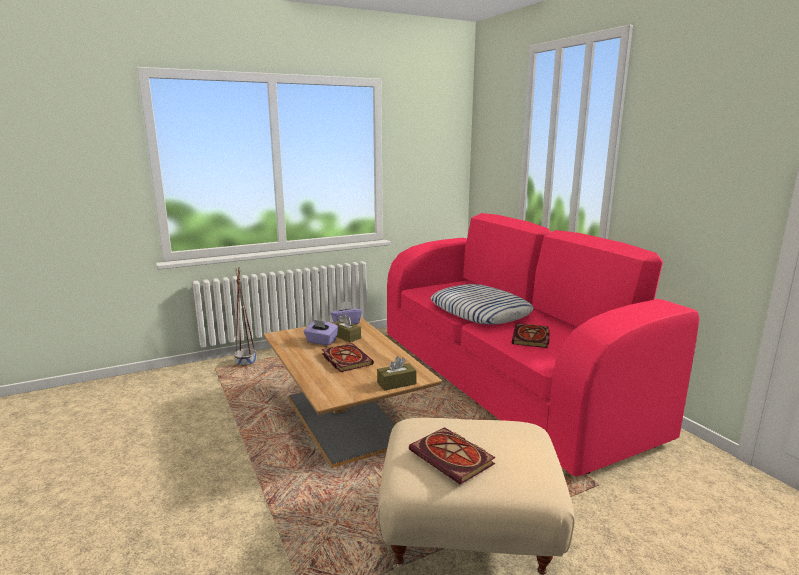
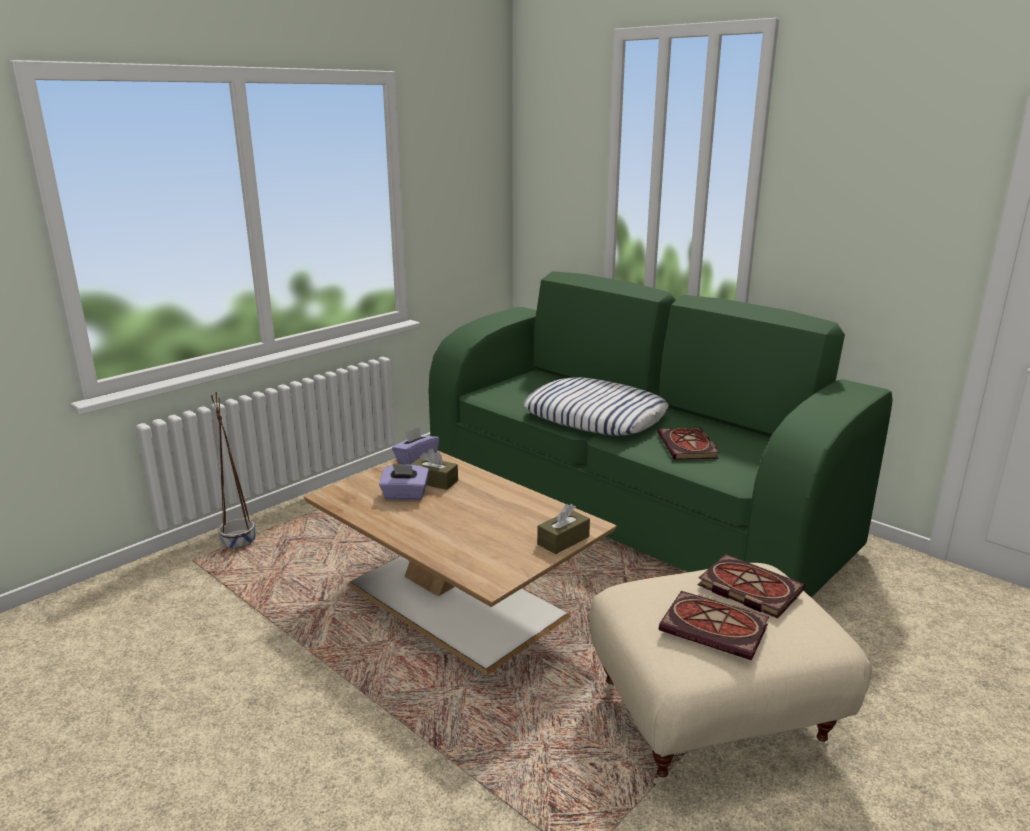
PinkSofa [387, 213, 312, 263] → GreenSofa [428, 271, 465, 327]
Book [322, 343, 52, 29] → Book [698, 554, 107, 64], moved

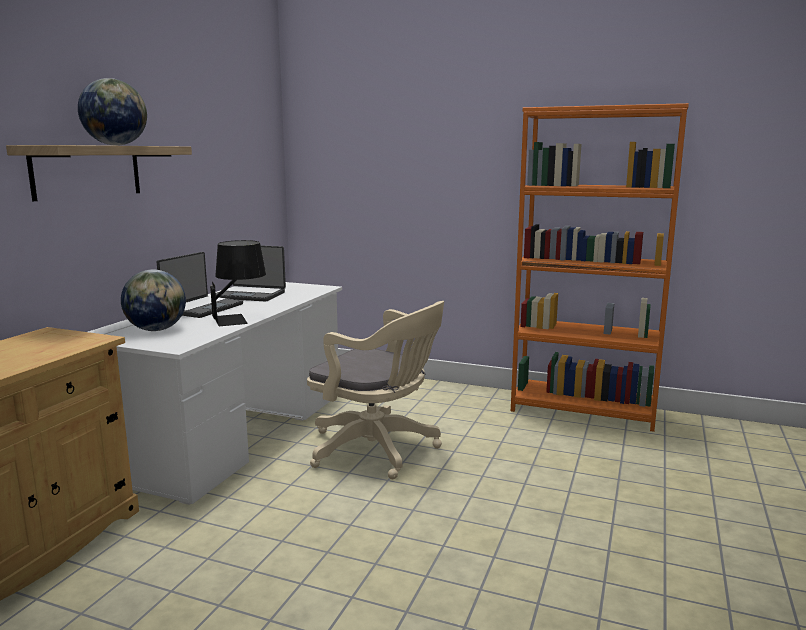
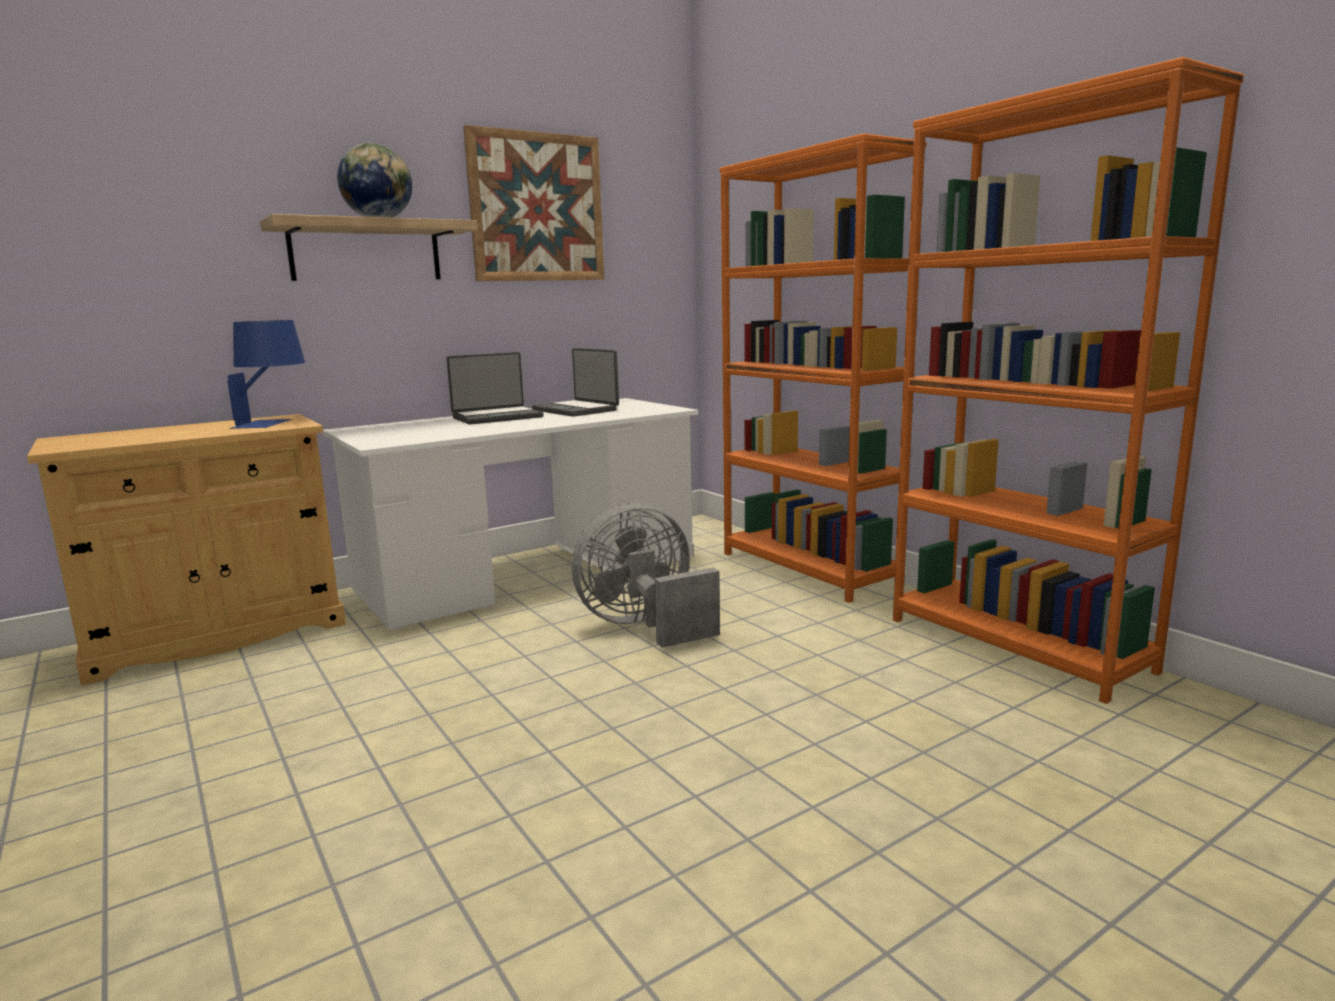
- → BlueTableLamp [227, 320, 78, 109]
- → Picture [463, 125, 142, 156]
BeigeOfficeChair [307, 301, 137, 178] → GreyFan [572, 503, 148, 145]
- → OrangeBookcase [719, 133, 208, 470]
Globe [121, 269, 65, 62] → -
BlackTableLamp [210, 240, 56, 86] → -

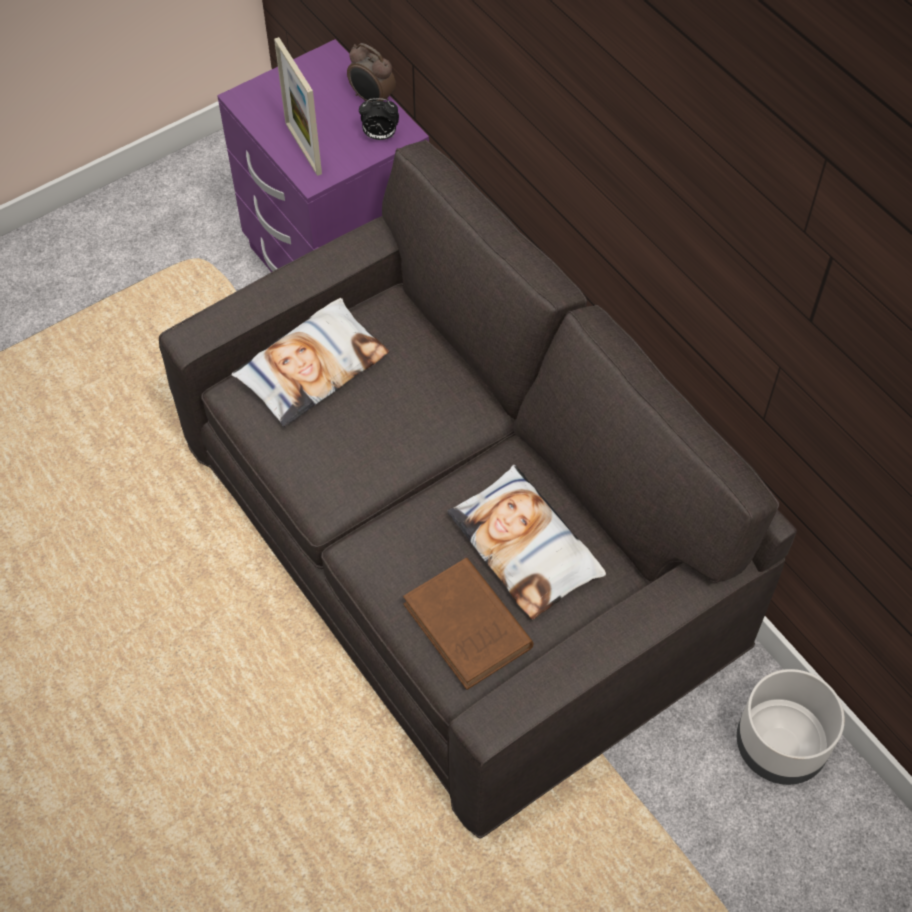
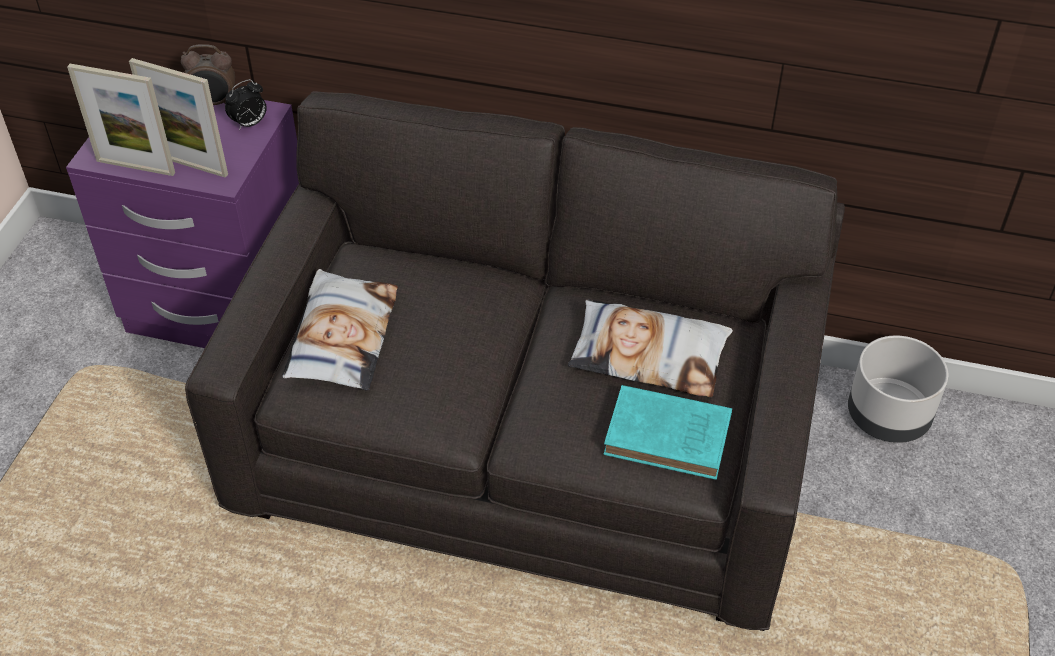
- → PictureFrame [67, 64, 108, 112]
BrownBook [403, 558, 131, 132] → TurquoiseBook [603, 385, 129, 95]

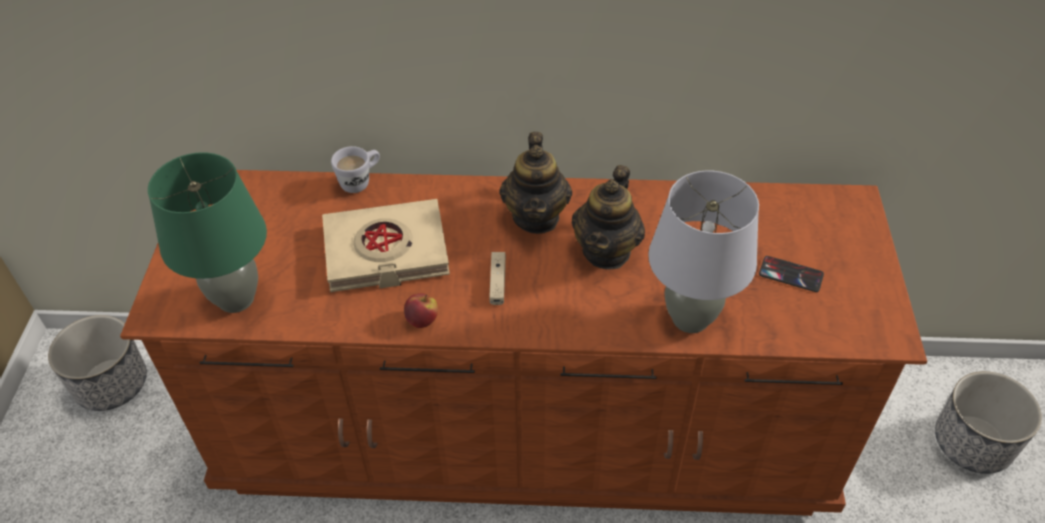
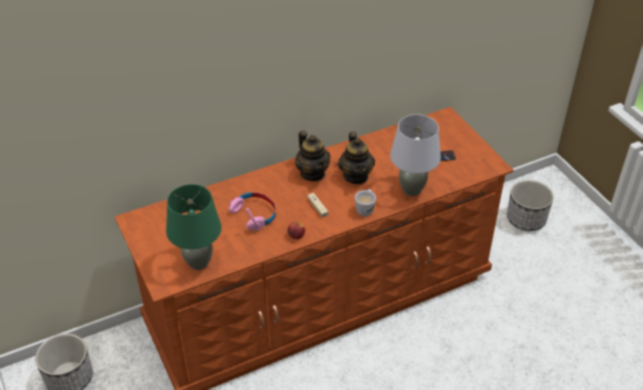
BeigeBook [322, 199, 128, 93] → PinkHeadphones [229, 192, 47, 39]
WhiteMug [331, 146, 49, 47] → WhiteMug [355, 189, 21, 27], moved

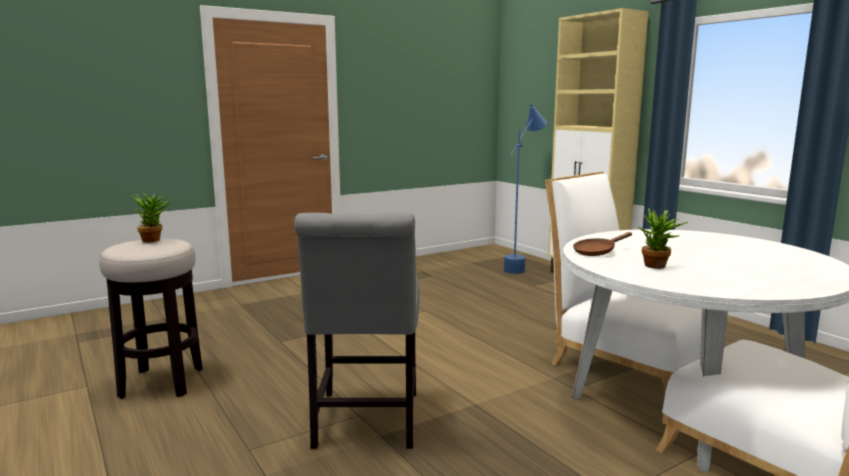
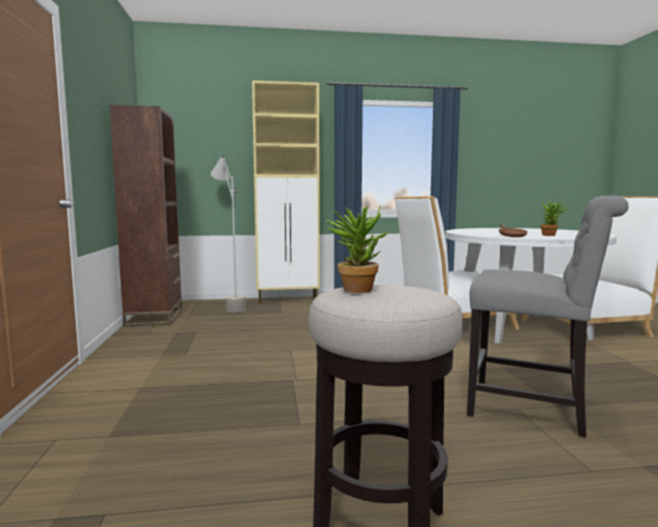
- → BrownBookcase [109, 105, 73, 222]
BlueFloorLamp [504, 104, 43, 170] → GreyFloorLamp [211, 155, 35, 158]

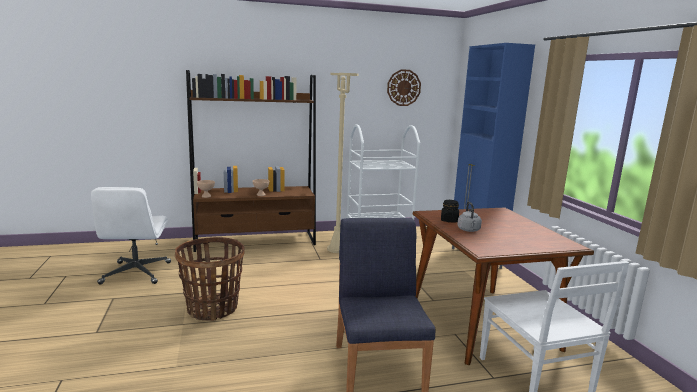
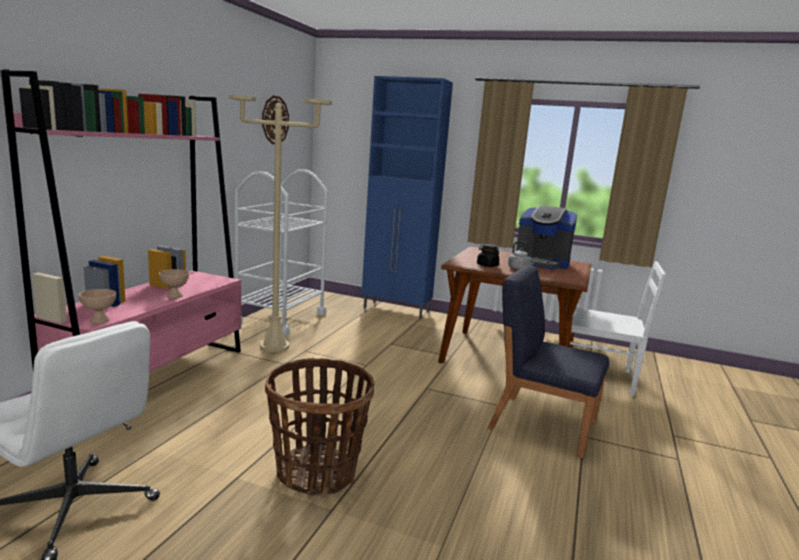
BrownBookcase [186, 70, 130, 182] → PinkBookcase [1, 69, 240, 303]
- → CoffeeMachine [516, 206, 61, 63]

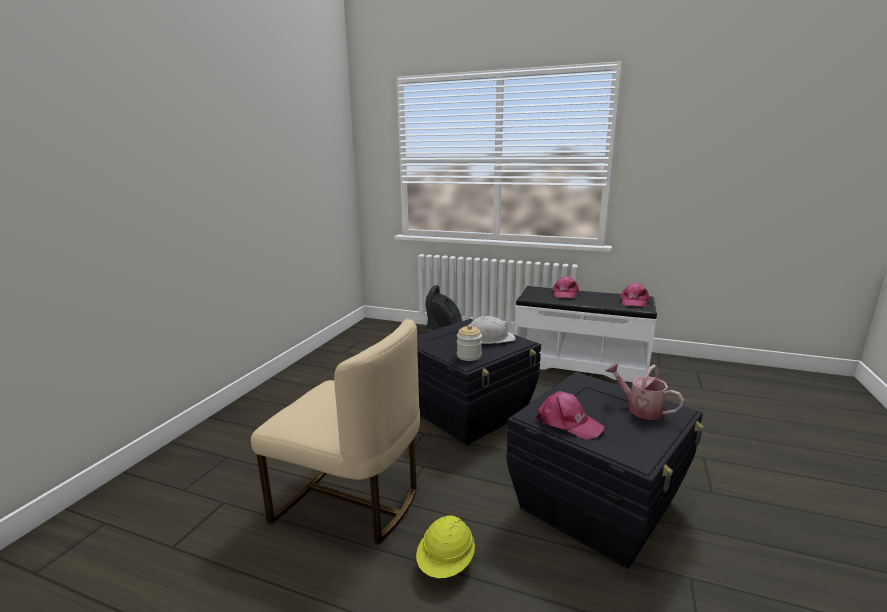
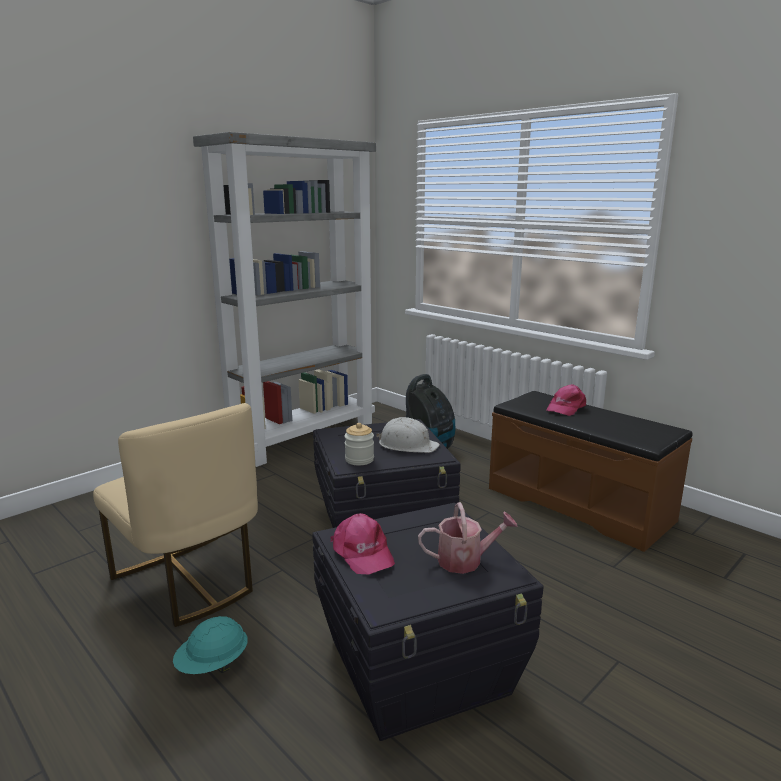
YellowHardHat [416, 515, 59, 63] → TurquoiseHardHat [173, 616, 74, 58]
- → GreyBookcase [193, 132, 183, 335]
WateringCan [606, 363, 78, 57] → WateringCan [418, 502, 100, 72], 105 degrees clockwise
WhiteBench [515, 286, 142, 96] → BrownBench [489, 391, 204, 161]
PinkCap [620, 283, 30, 25] → -

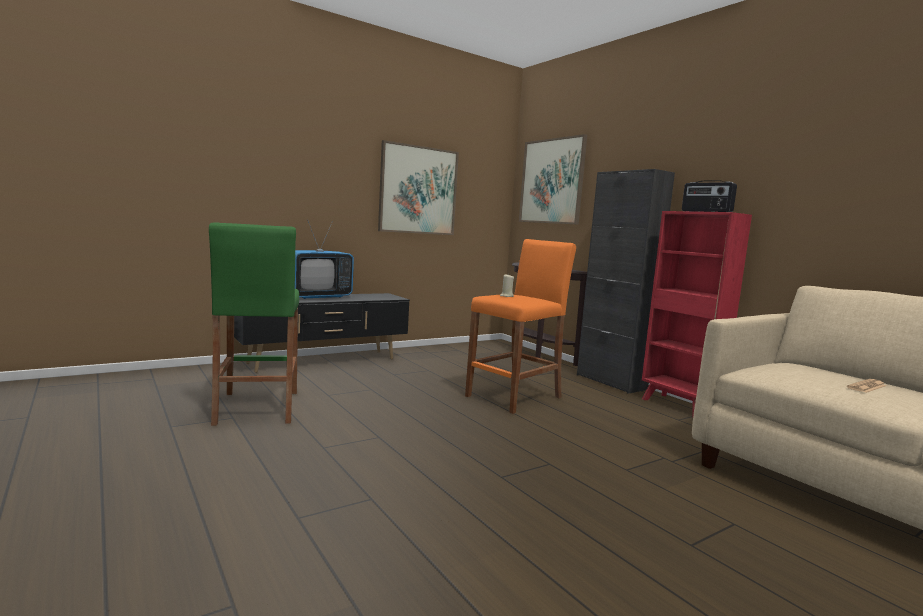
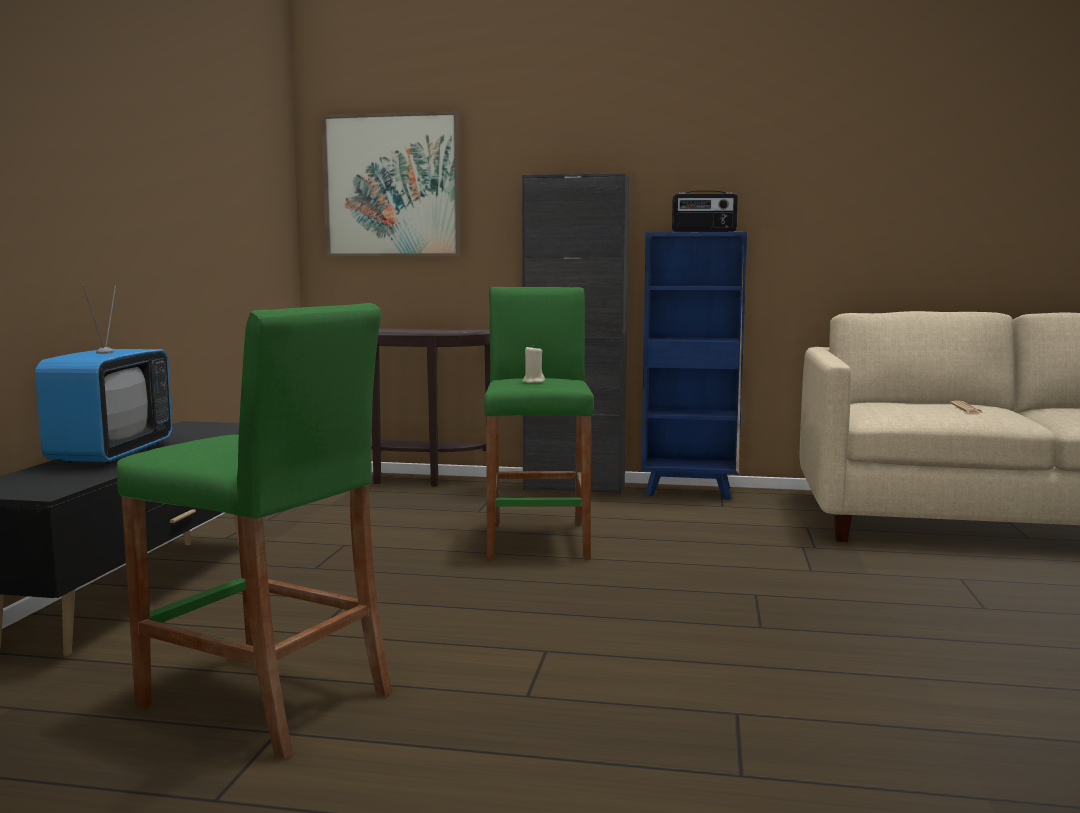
OrangeStool [465, 239, 111, 175] → GreenStool [484, 287, 110, 273]
RedBookcase [642, 211, 110, 206] → BlueBookcase [642, 232, 105, 268]
Picture [378, 140, 81, 95] → -

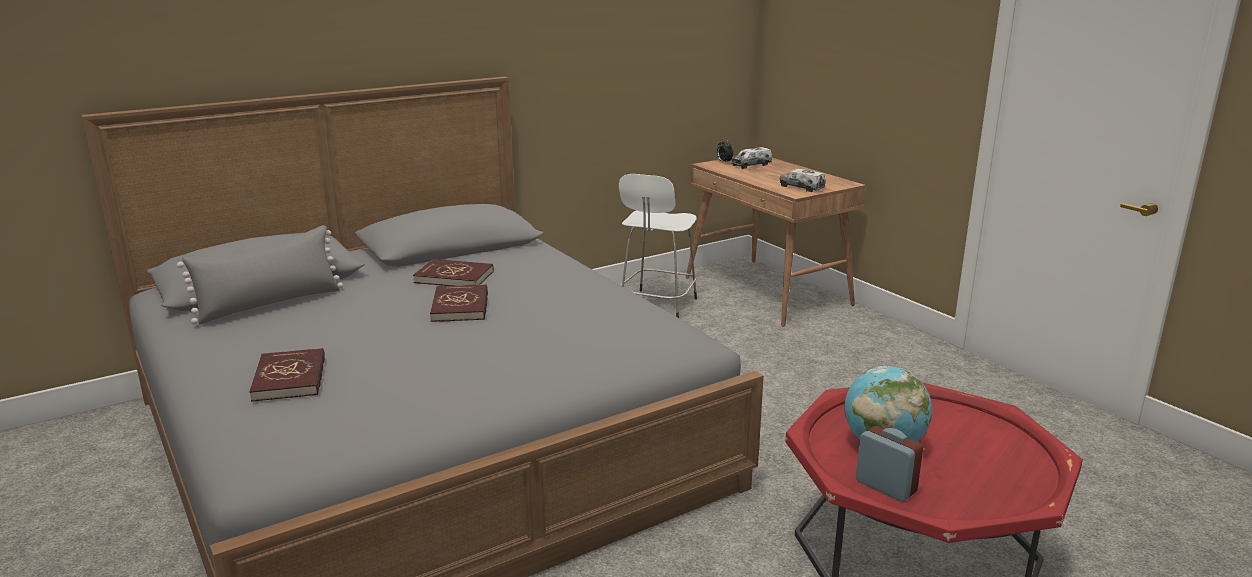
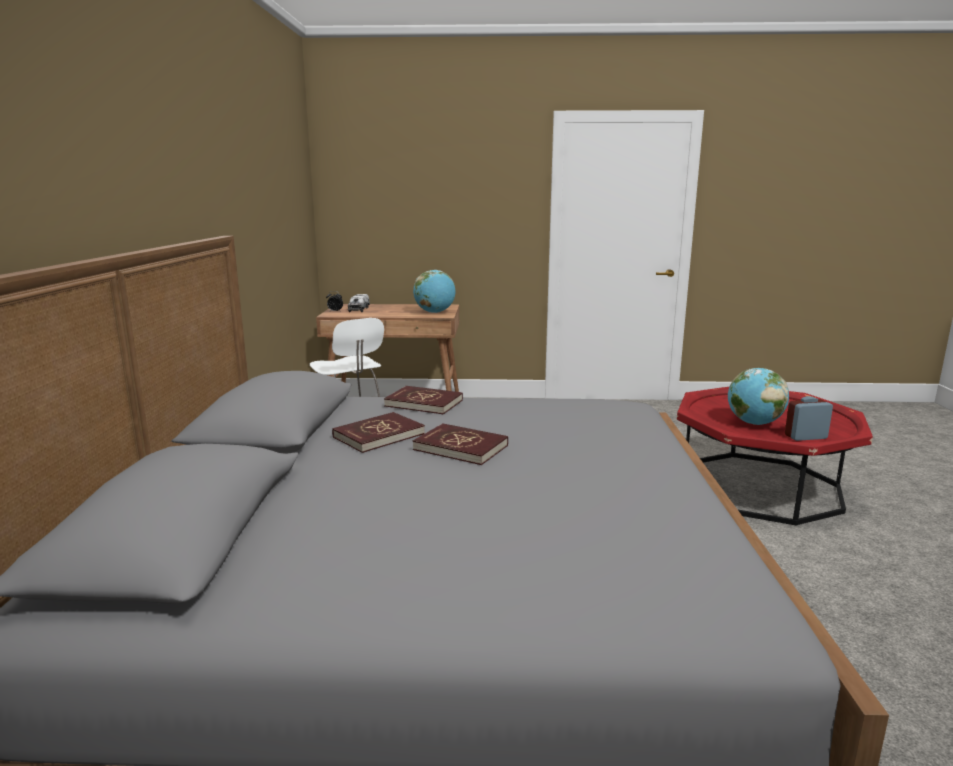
RedBook [249, 348, 76, 54] → RedBook [384, 386, 79, 28], moved
ToyTruck [780, 169, 46, 23] → Globe [413, 270, 42, 43]
GreyPillow [177, 225, 166, 99] → -

